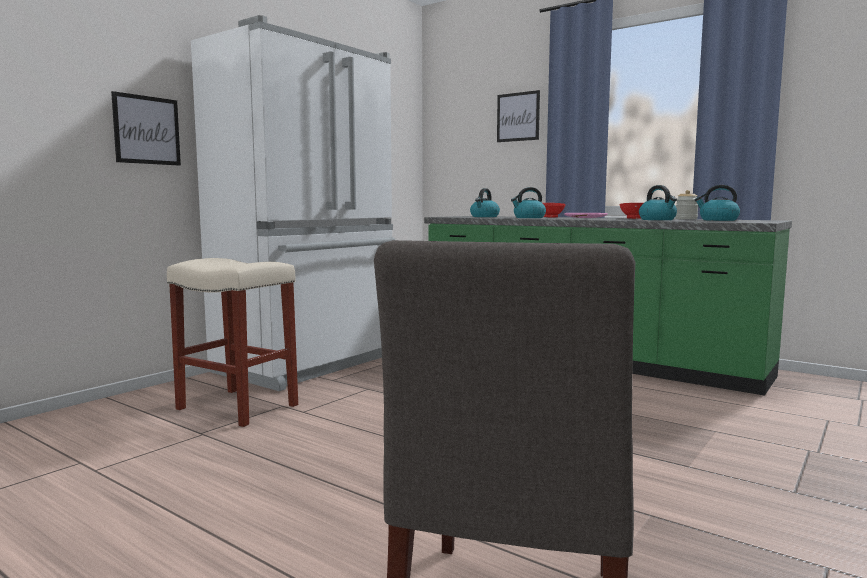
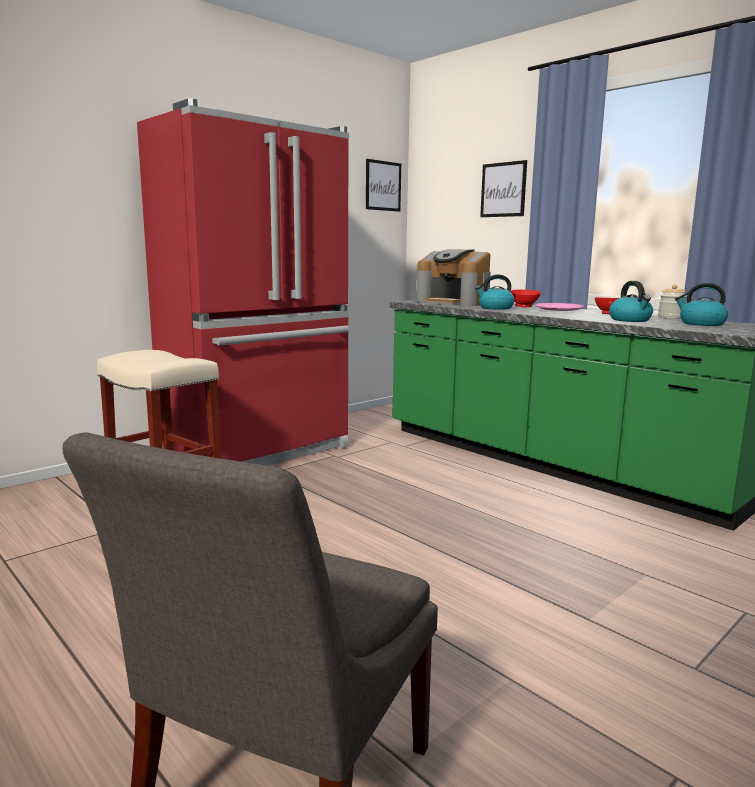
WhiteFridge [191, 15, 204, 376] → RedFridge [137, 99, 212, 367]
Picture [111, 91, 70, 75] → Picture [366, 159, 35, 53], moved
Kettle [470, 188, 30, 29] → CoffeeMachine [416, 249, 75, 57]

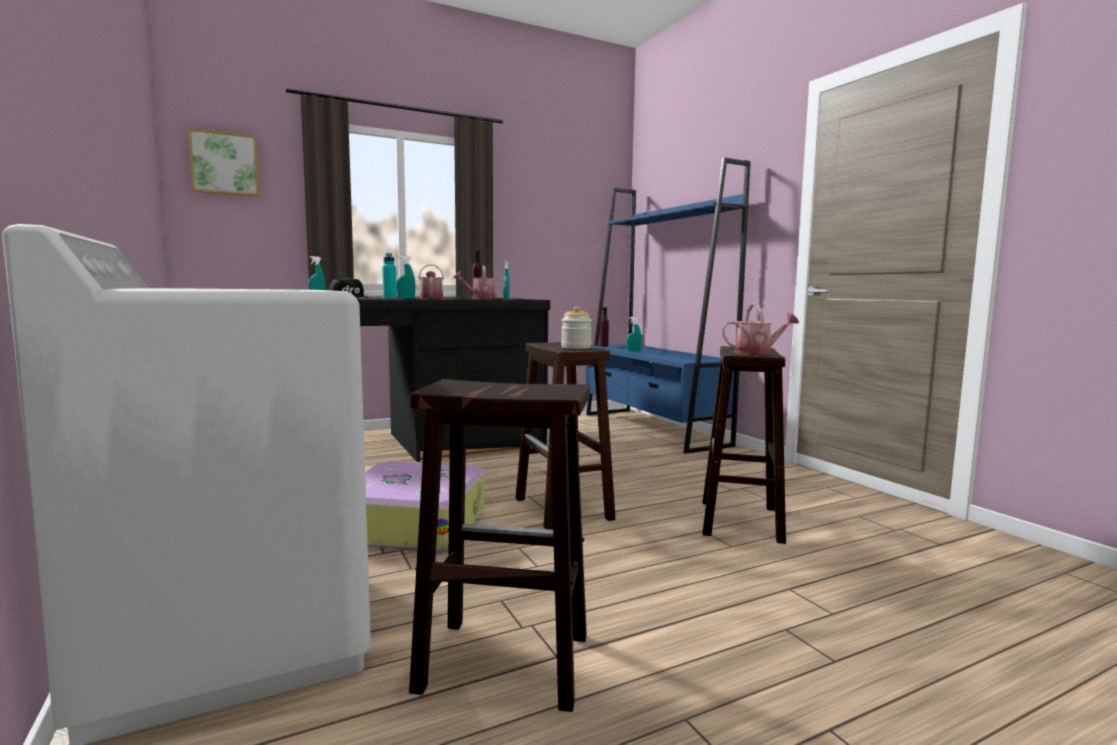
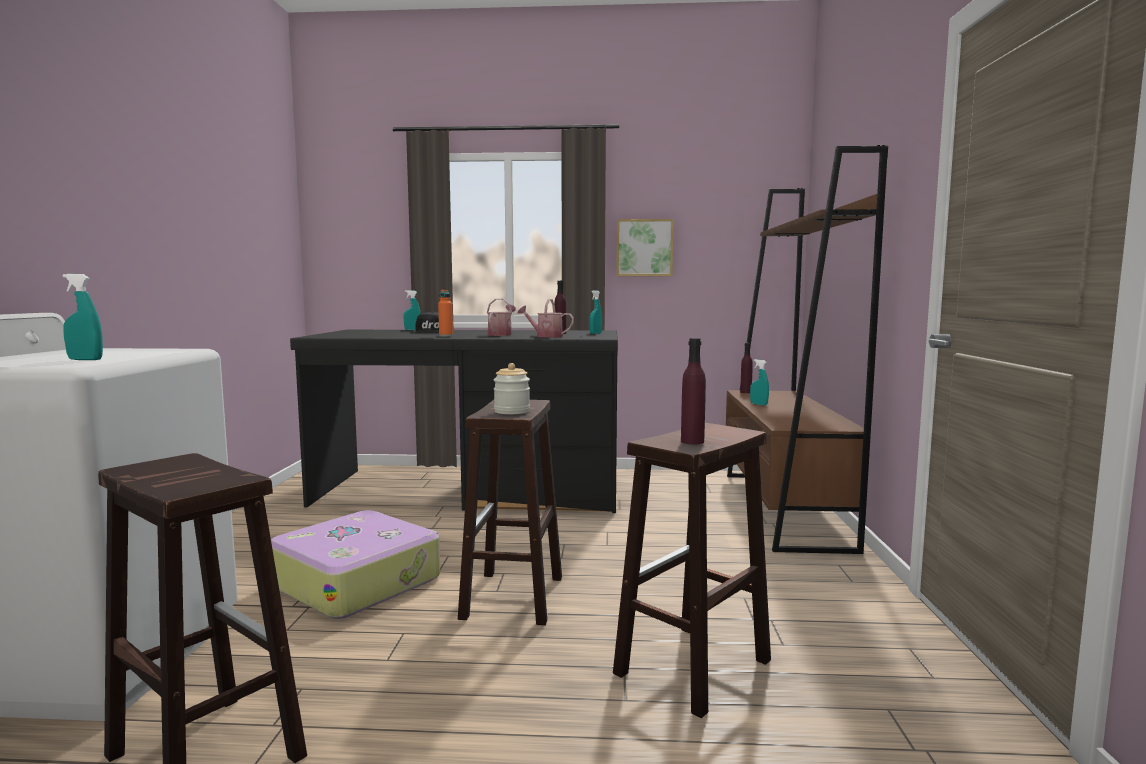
TurquoiseSprayBottle [396, 255, 20, 43] → TurquoiseSprayBottle [62, 274, 41, 86], moved
TurquoiseBottle [382, 253, 15, 46] → OrangeBottle [438, 290, 15, 47]
Picture [188, 128, 71, 69] → Picture [616, 219, 58, 57], moved
WateringCan [722, 303, 77, 52] → PurpleBottle [681, 338, 25, 107]
BlueBookcase [586, 157, 165, 297] → BrownBookcase [726, 145, 162, 409]

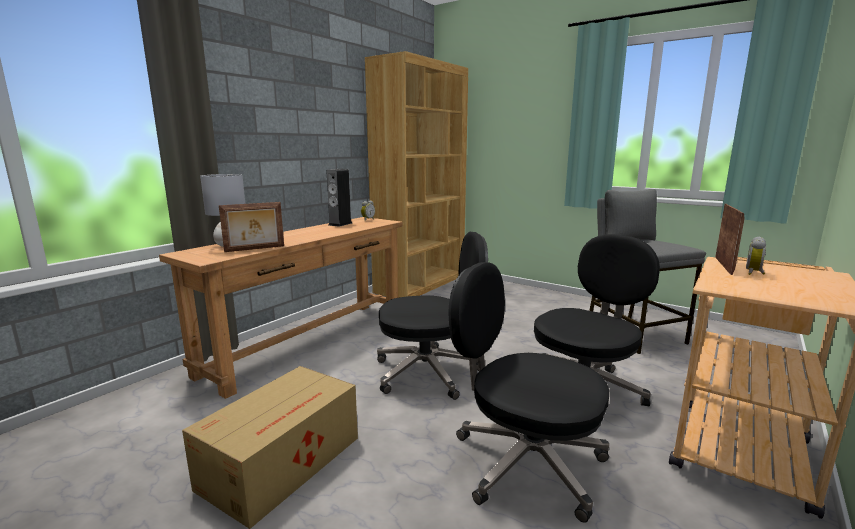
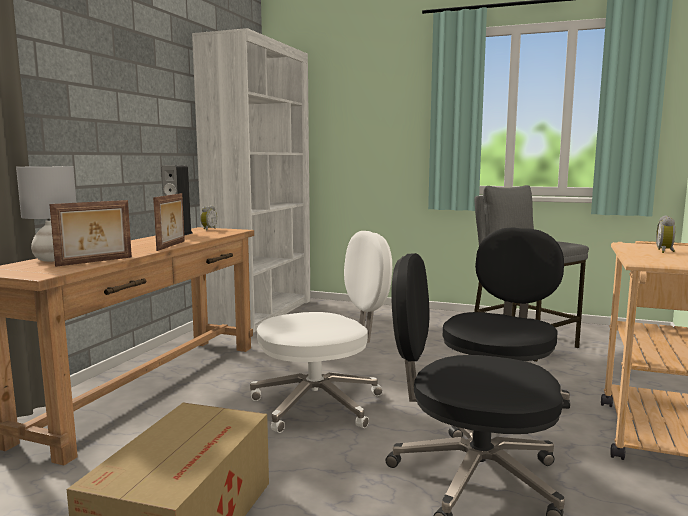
PictureFrame [715, 204, 29, 71] → PictureFrame [153, 193, 31, 58], moved
BrownBookcase [365, 51, 103, 247] → WhiteBookcase [192, 28, 118, 304]
BlackOfficeChair [377, 232, 111, 168] → WhiteOfficeChair [250, 231, 142, 202]

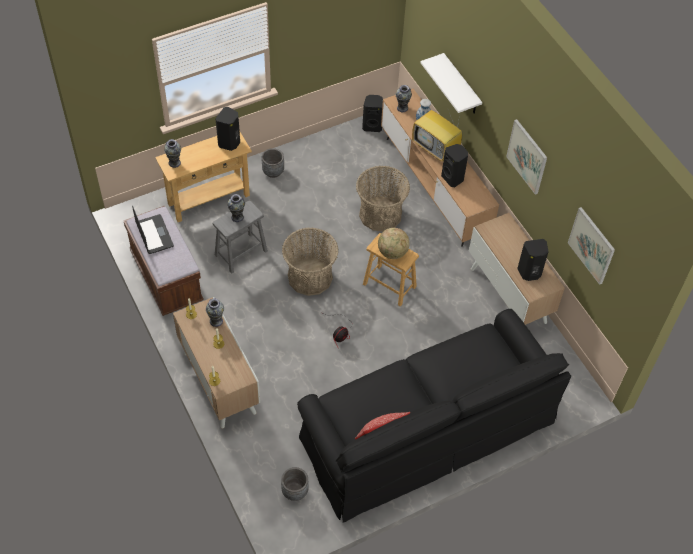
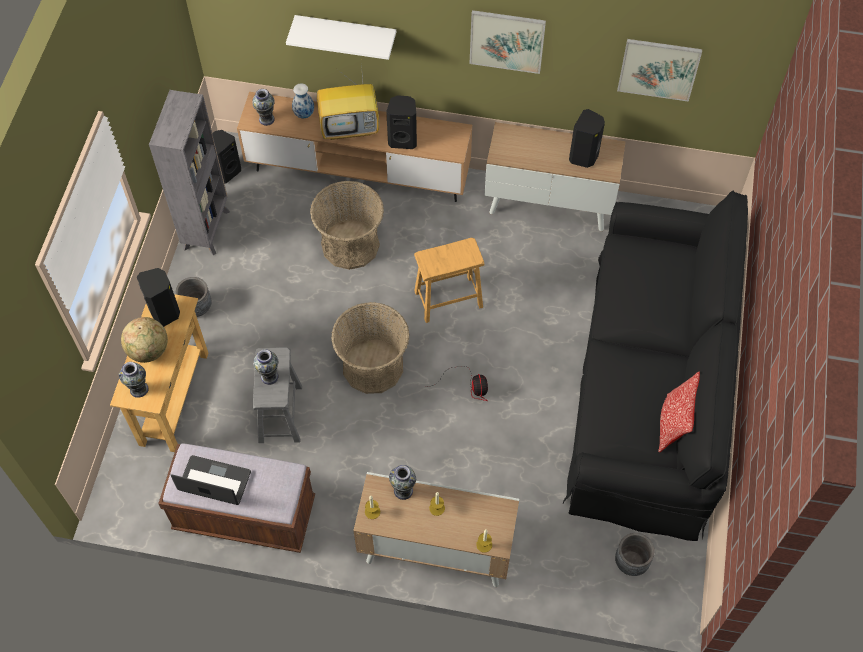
Globe [378, 228, 32, 31] → Globe [121, 317, 47, 46], moved
- → GreyBookcase [149, 90, 81, 165]

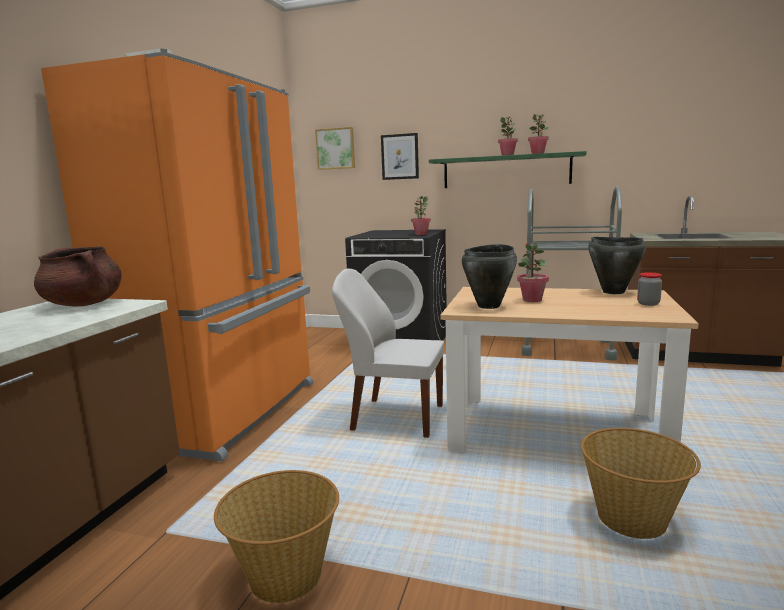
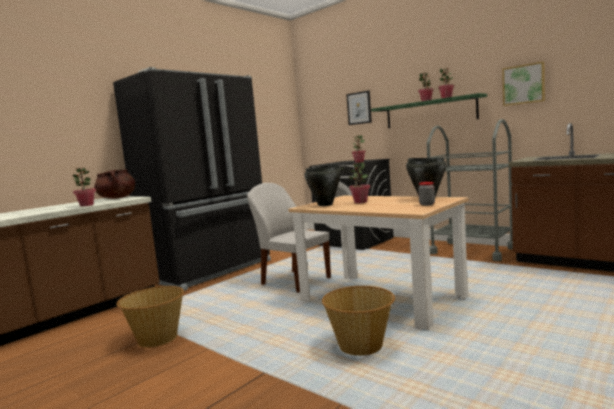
- → PottedPlant [73, 168, 23, 39]
OrangeFridge [41, 49, 272, 412] → BlackFridge [113, 67, 158, 224]
Picture [315, 127, 40, 43] → Picture [502, 62, 43, 44], moved

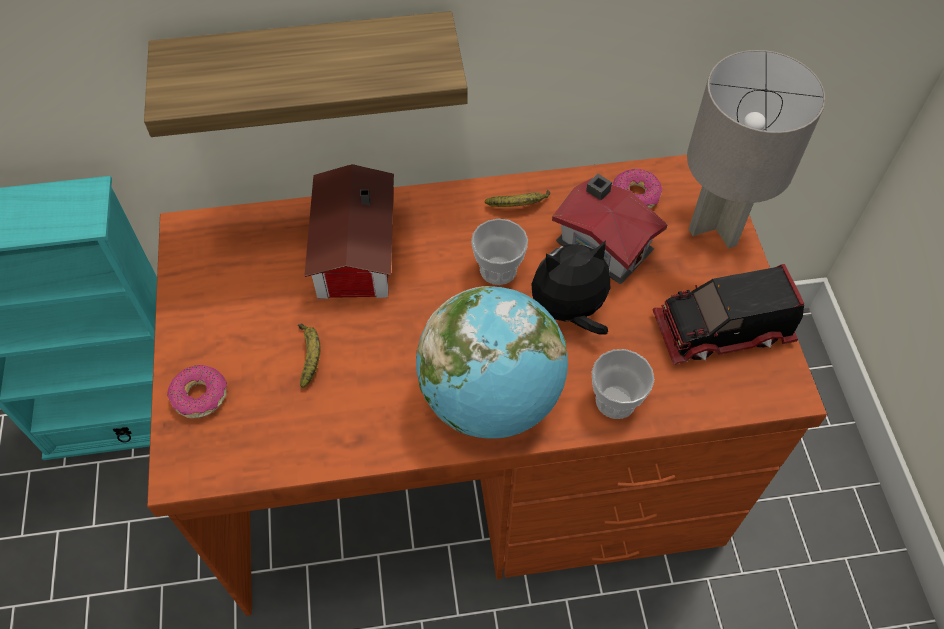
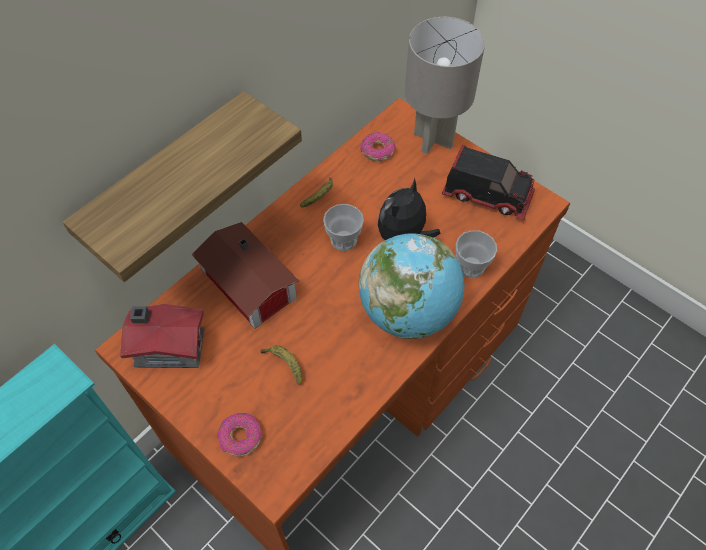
ToyHouse [552, 174, 116, 110] → ToyHouse [120, 304, 85, 64], moved
ToyTruck [652, 264, 153, 101] → ToyTruck [442, 145, 93, 76], 105 degrees counterclockwise

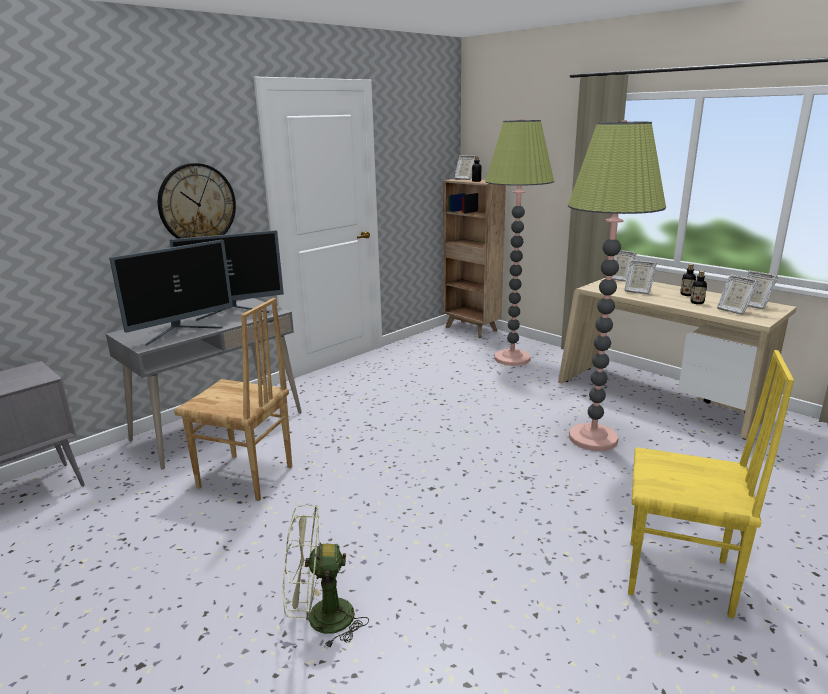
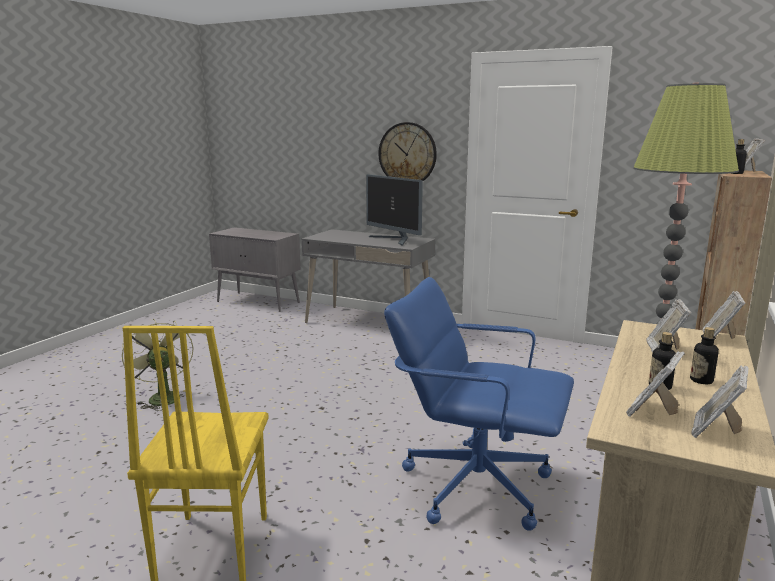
FloorLamp [568, 120, 98, 331] → BlueOfficeChair [384, 277, 190, 254]
Monitor [109, 240, 124, 106] → -
BrownChair [174, 298, 118, 203] → -

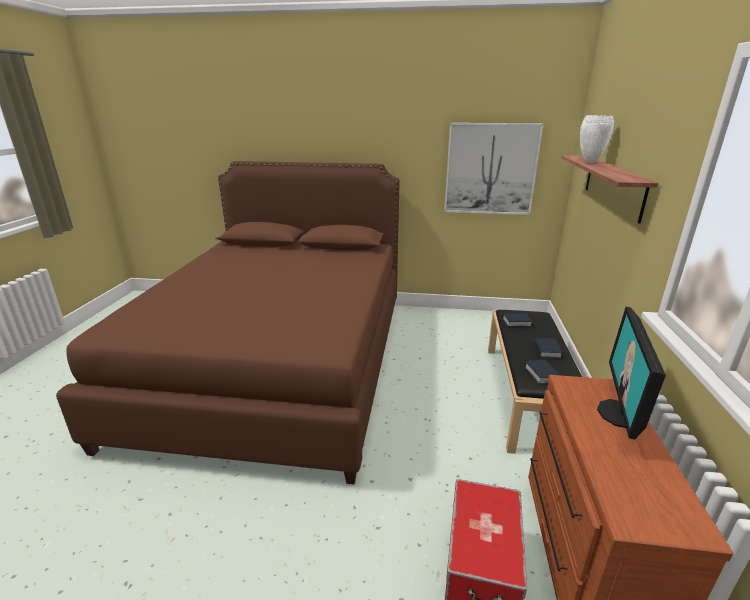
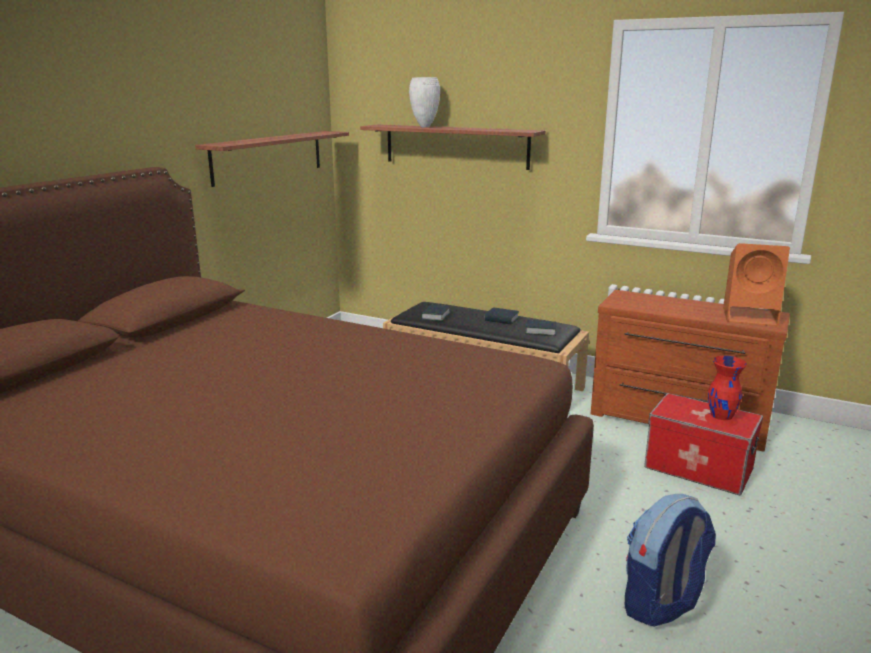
Picture [444, 123, 99, 92] → Shelf [195, 131, 154, 56]
- → Backpack [625, 494, 91, 133]
- → RedVase [705, 356, 42, 71]
- → OrangeSpeaker [723, 243, 67, 84]
Monitor [597, 307, 69, 133] → -

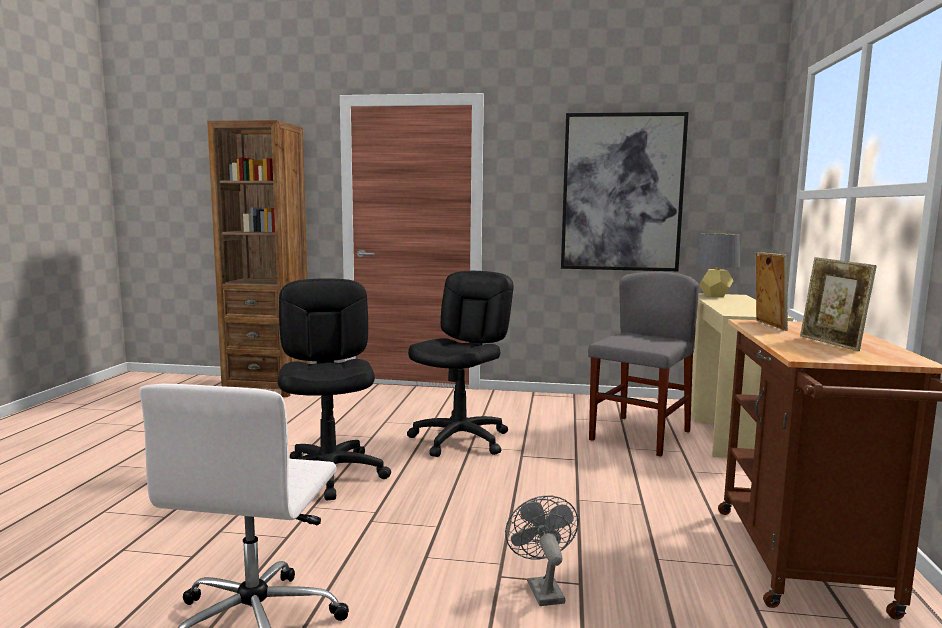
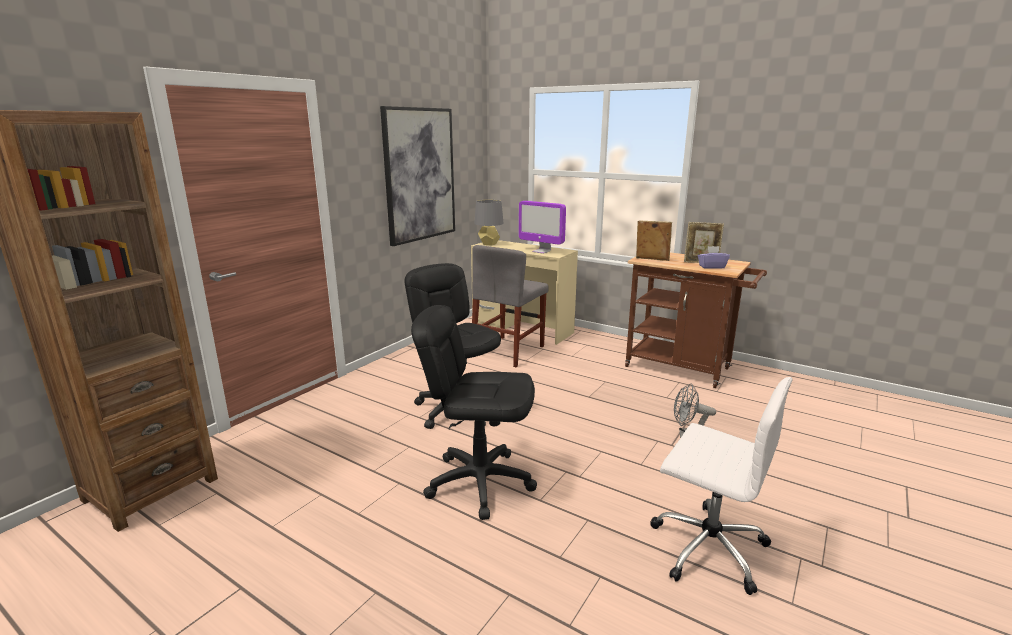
GreyChair [588, 272, 111, 185] → GreyChair [472, 245, 77, 122], 120 degrees counterclockwise
- → Monitor [518, 201, 48, 53]
- → PurpleTissueBox [698, 246, 32, 23]

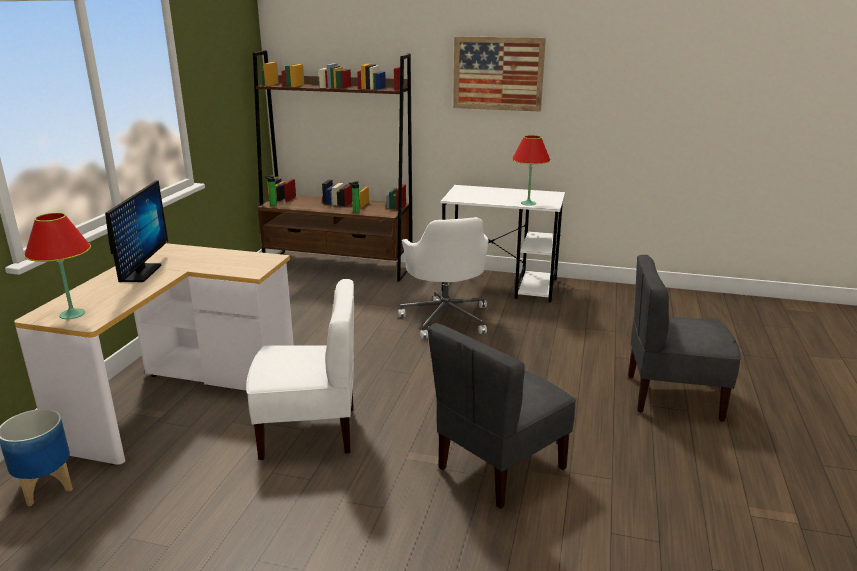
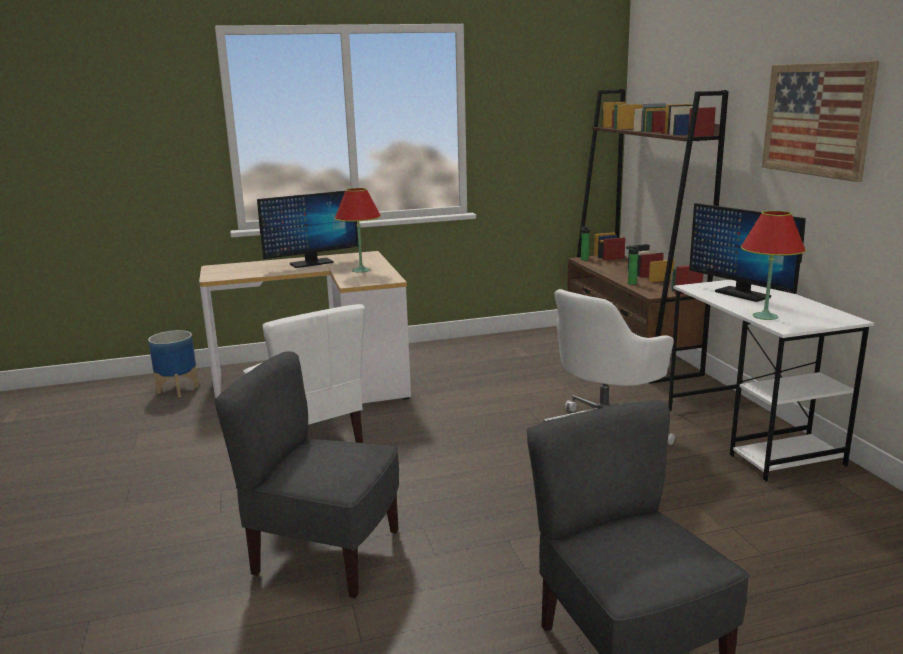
RedTableLamp [24, 213, 67, 106] → RedTableLamp [335, 188, 46, 85], moved
- → Monitor [689, 203, 117, 99]

